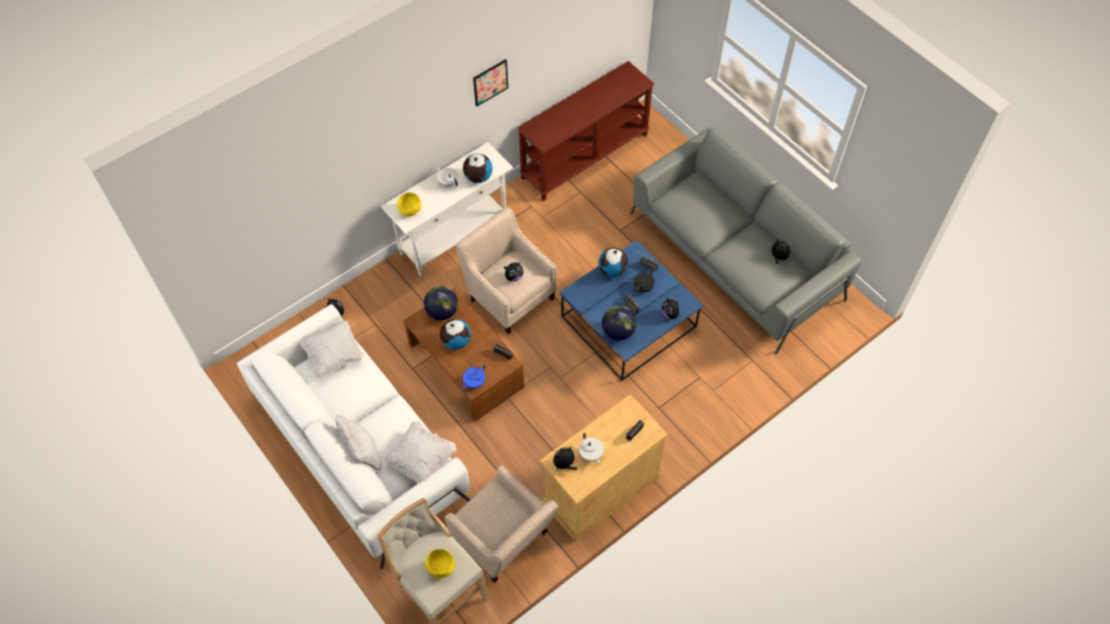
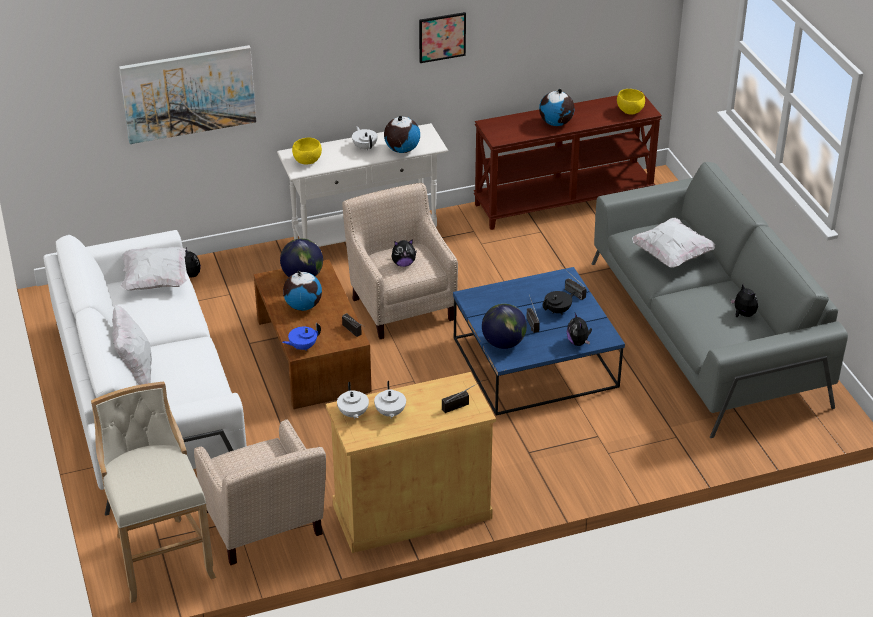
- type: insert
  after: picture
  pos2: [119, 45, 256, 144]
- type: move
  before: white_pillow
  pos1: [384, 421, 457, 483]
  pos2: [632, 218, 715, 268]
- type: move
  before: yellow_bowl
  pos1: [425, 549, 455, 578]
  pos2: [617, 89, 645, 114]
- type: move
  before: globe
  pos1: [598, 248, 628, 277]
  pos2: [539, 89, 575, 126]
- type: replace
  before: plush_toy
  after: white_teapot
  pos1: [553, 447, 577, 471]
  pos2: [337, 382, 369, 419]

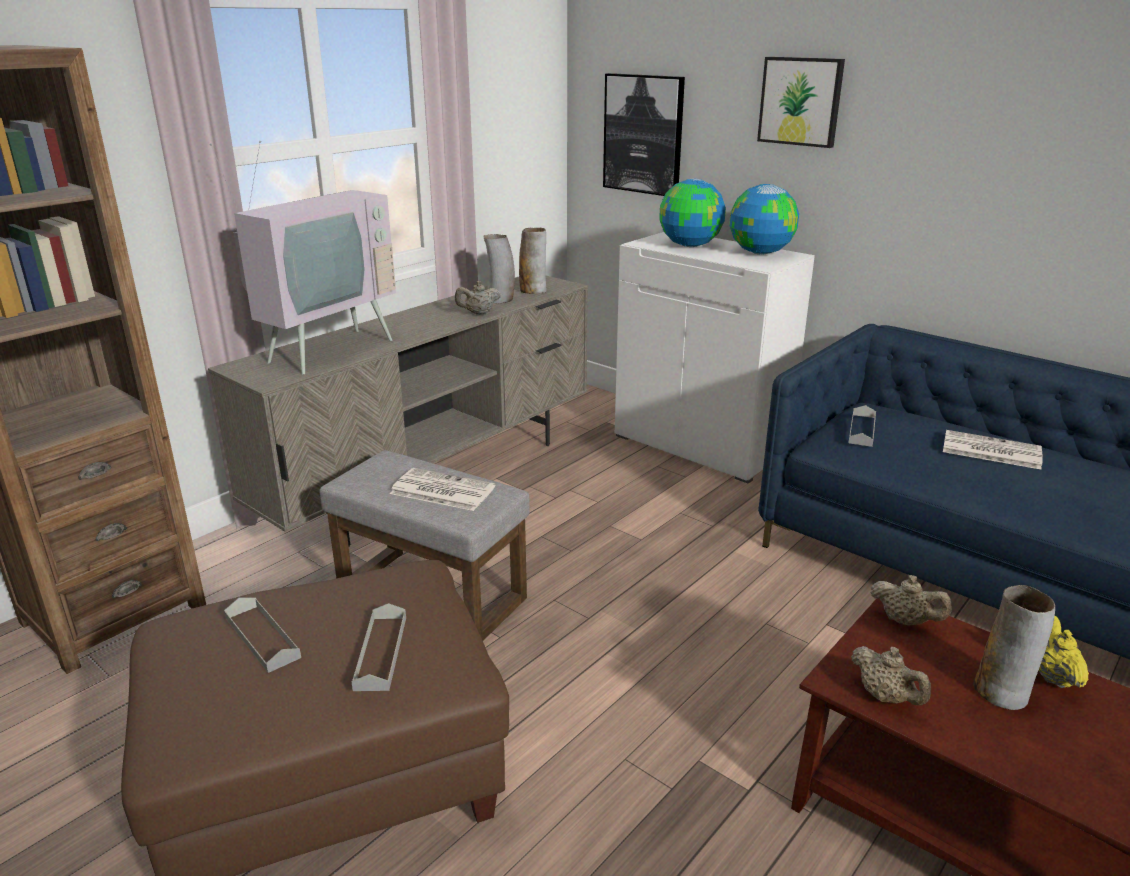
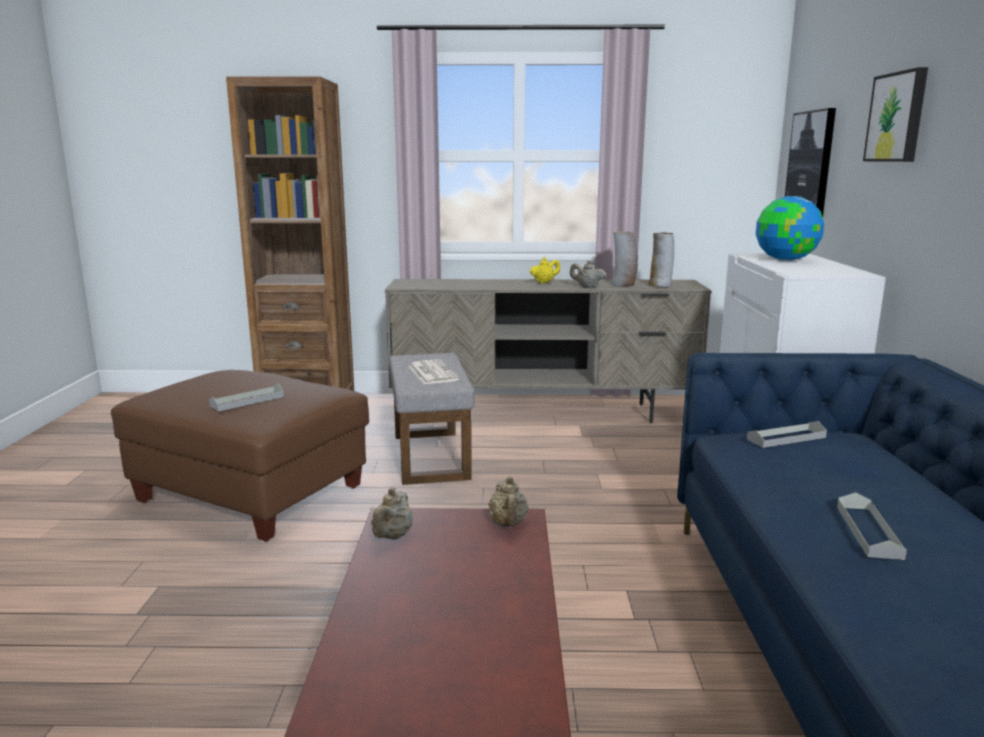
- type: delete
  before: television
  pos1: [210, 141, 396, 374]
- type: delete
  before: globe
  pos1: [729, 184, 799, 255]
- type: delete
  before: newspaper
  pos1: [943, 430, 1043, 470]
- type: delete
  before: vase
  pos1: [973, 585, 1055, 710]
- type: move
  before: grey_tray
  pos1: [224, 597, 301, 673]
  pos2: [837, 492, 907, 560]
- type: move
  before: yellow_teapot
  pos1: [1039, 616, 1089, 688]
  pos2: [530, 257, 560, 284]

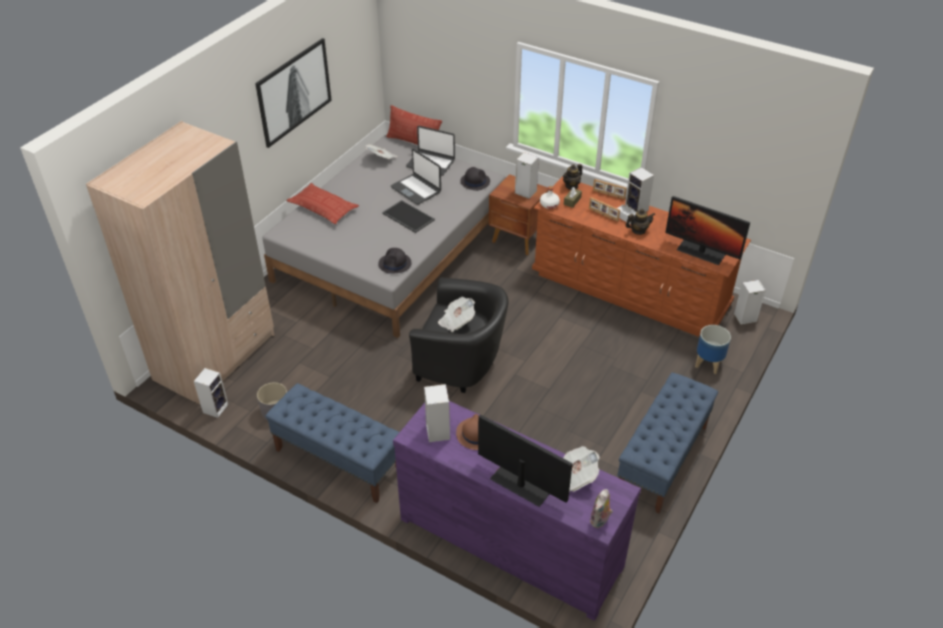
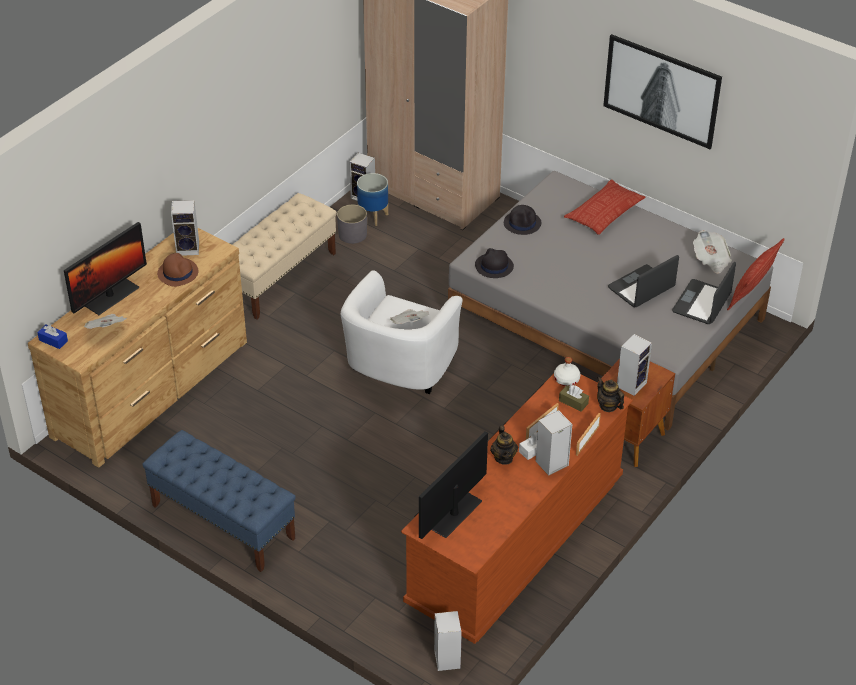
- type: delete
  before: tray
  pos1: [382, 200, 435, 233]
- type: move
  before: black_hat
  pos1: [460, 167, 490, 191]
  pos2: [504, 205, 541, 235]
- type: move
  before: planter
  pos1: [695, 325, 731, 374]
  pos2: [357, 173, 388, 226]
- type: replace
  before: plush_toy
  after: blue_tissue_box
  pos1: [589, 489, 613, 528]
  pos2: [37, 324, 68, 349]
- type: recolor
  before: blue_bench
  after: beige_bench
  pos1: [265, 383, 399, 503]
  pos2: [232, 193, 337, 320]
- type: recolor
  before: purple_dresser
  after: brown_dresser
  pos1: [393, 401, 641, 621]
  pos2: [28, 228, 247, 468]
- type: recolor
  before: black_armchair
  after: white_armchair
  pos1: [409, 278, 508, 393]
  pos2: [341, 270, 463, 394]

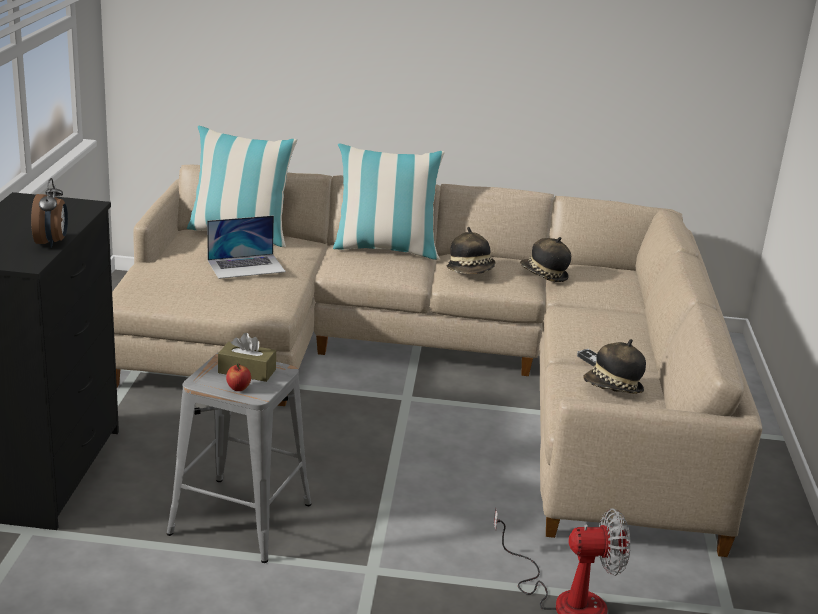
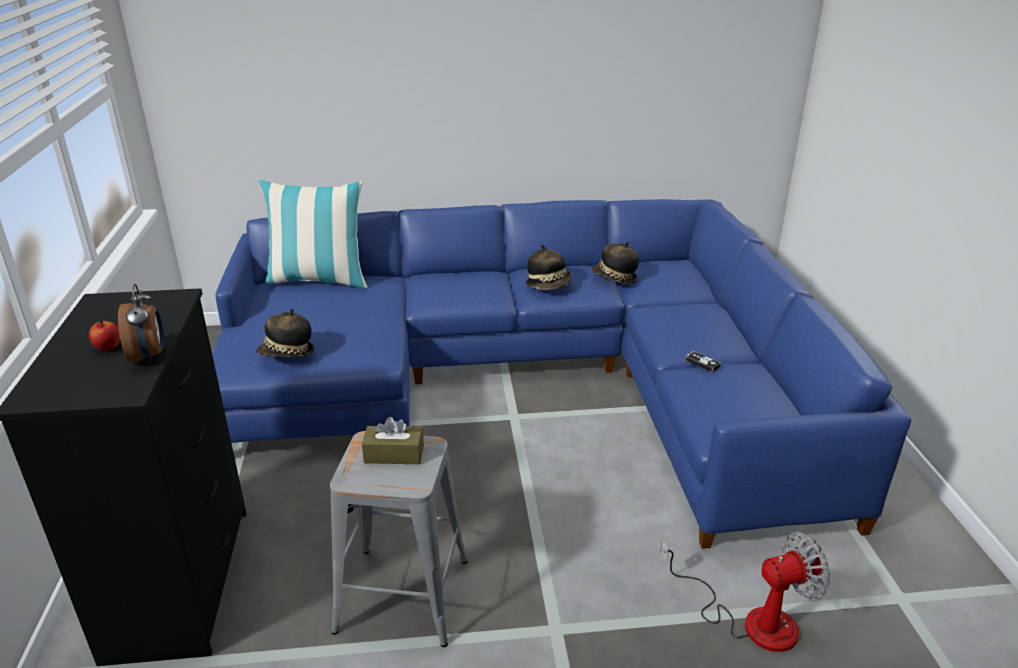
- type: delete
  before: laptop
  pos1: [207, 215, 286, 279]
- type: delete
  before: pillow
  pos1: [333, 143, 445, 260]
- type: move
  before: apple
  pos1: [226, 363, 251, 391]
  pos2: [89, 319, 120, 351]
- type: move
  before: hat
  pos1: [583, 339, 646, 394]
  pos2: [257, 308, 314, 358]
- type: recolor
  before: beige_sofa
  after: blue_sofa
  pos1: [112, 165, 762, 557]
  pos2: [212, 199, 911, 549]

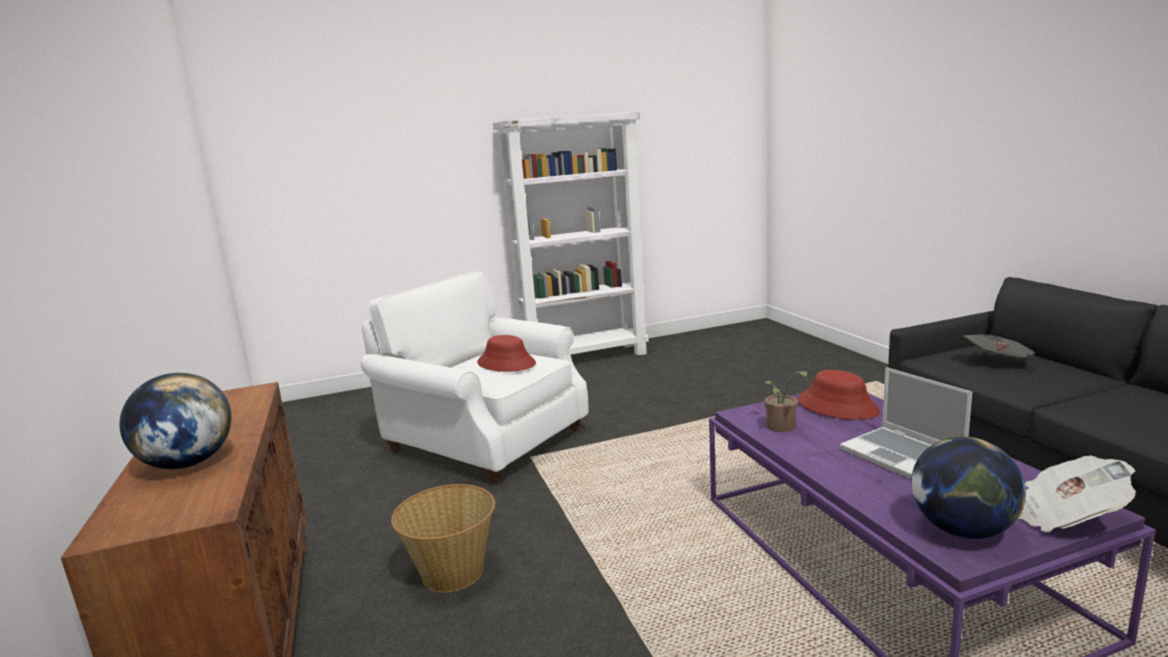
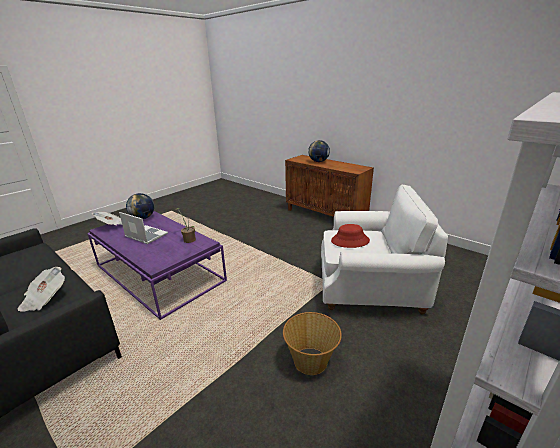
- type: delete
  before: red_hat
  pos1: [798, 370, 880, 420]
- type: move
  before: basket
  pos1: [391, 484, 495, 593]
  pos2: [283, 312, 342, 375]

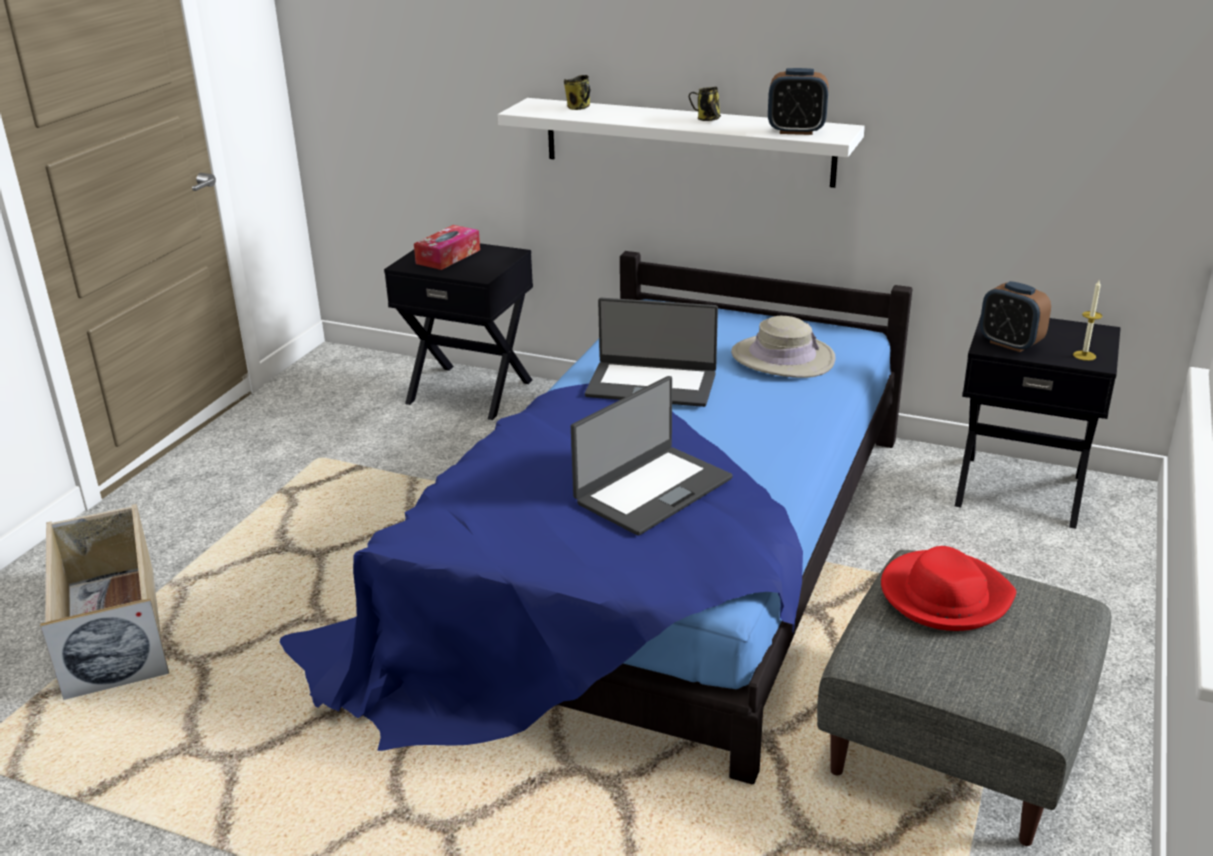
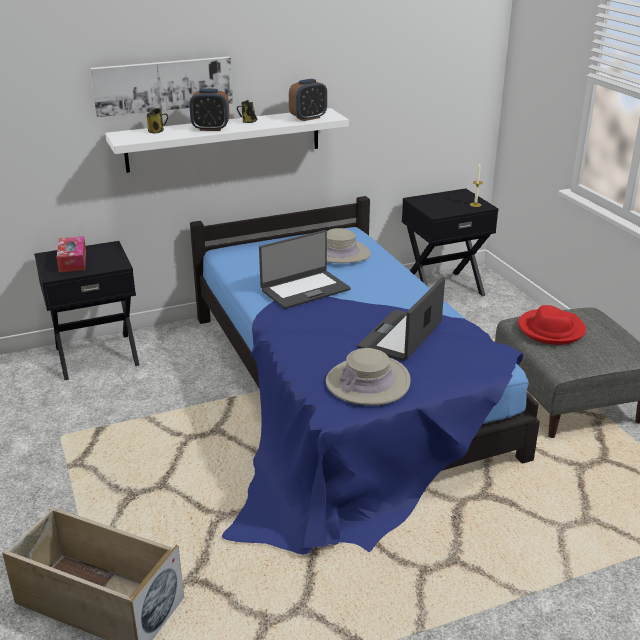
- type: insert
  after: picture
  pos2: [90, 56, 233, 117]
- type: insert
  after: beige_hat
  pos2: [326, 348, 411, 406]
- type: move
  before: alarm_clock
  pos1: [980, 281, 1051, 352]
  pos2: [189, 89, 230, 131]
- type: rotate
  before: laptop
  pos1: [571, 376, 733, 536]
  pos2: [357, 277, 445, 361]
  turn: -150

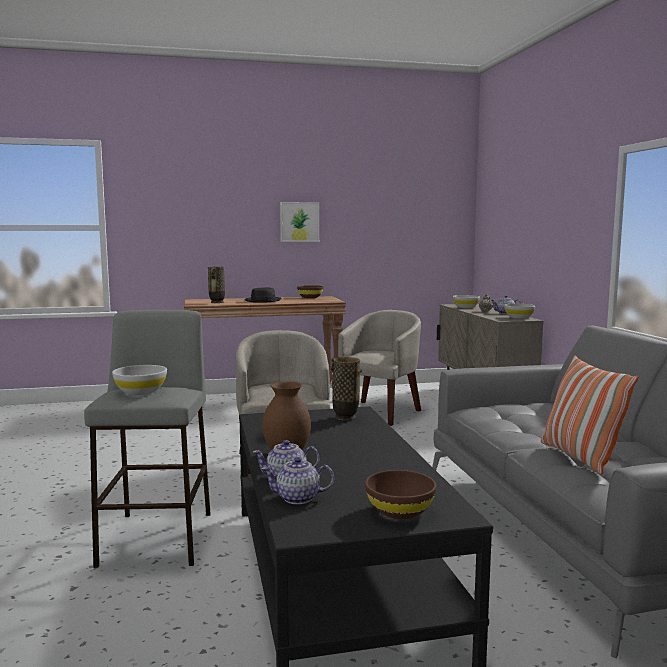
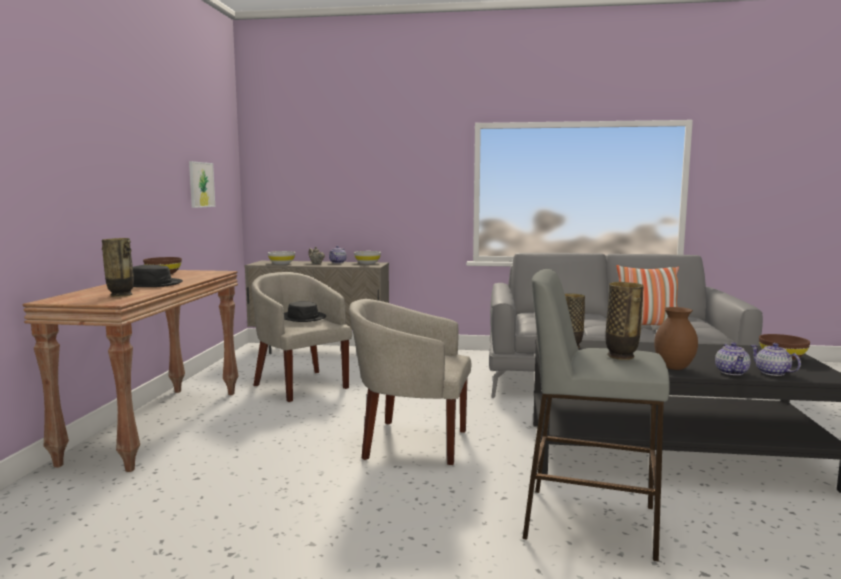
- type: insert
  after: black_hat
  pos2: [284, 301, 326, 322]
- type: move
  before: picture
  pos1: [280, 202, 319, 242]
  pos2: [189, 161, 215, 208]
- type: replace
  before: white_bowl
  after: vase
  pos1: [112, 365, 167, 395]
  pos2: [606, 282, 644, 360]
- type: rotate
  before: teapot
  pos1: [262, 457, 334, 504]
  pos2: [750, 343, 801, 376]
  turn: 135

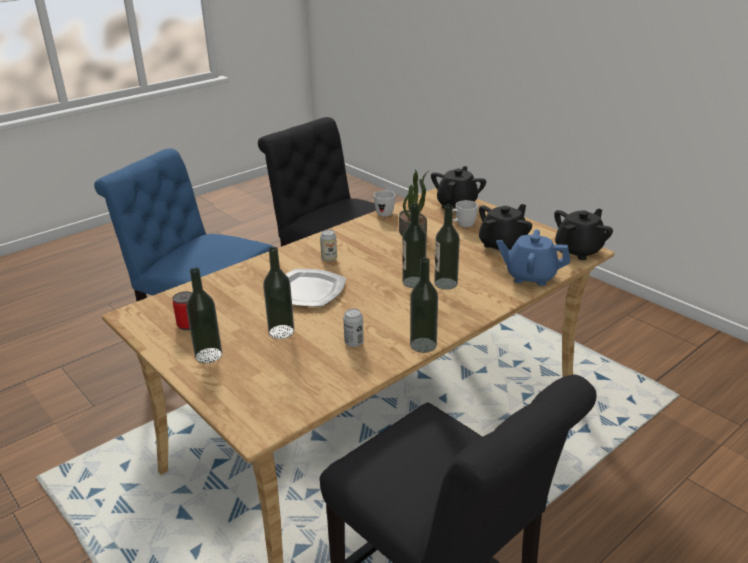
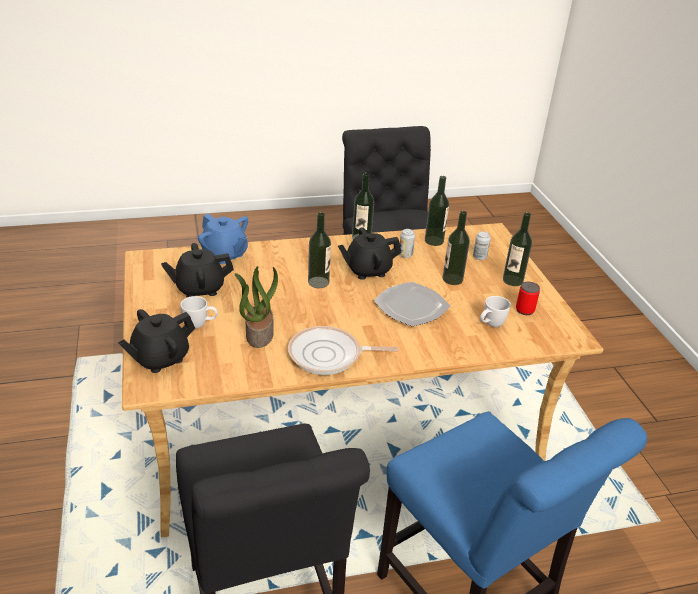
- type: insert
  after: frying_pan
  pos2: [288, 326, 399, 375]
- type: move
  before: can
  pos1: [320, 230, 337, 262]
  pos2: [473, 231, 491, 260]
- type: move
  before: white_mug
  pos1: [374, 191, 395, 217]
  pos2: [480, 296, 511, 327]
- type: move
  before: bottle
  pos1: [434, 204, 460, 290]
  pos2: [425, 176, 449, 246]
- type: move
  before: black_teapot
  pos1: [554, 208, 613, 260]
  pos2: [338, 227, 401, 280]

